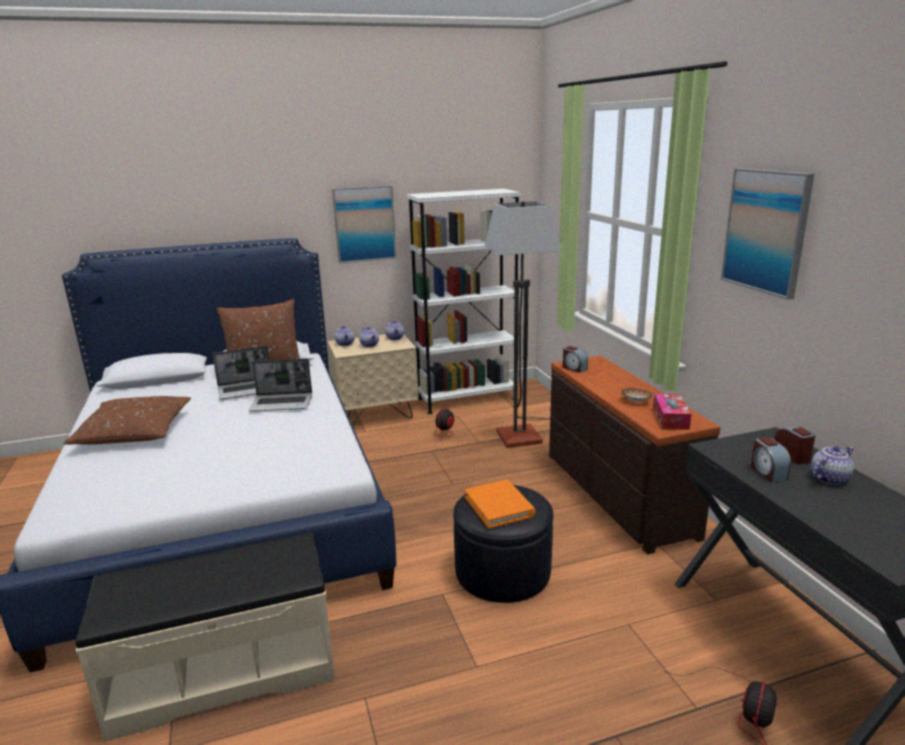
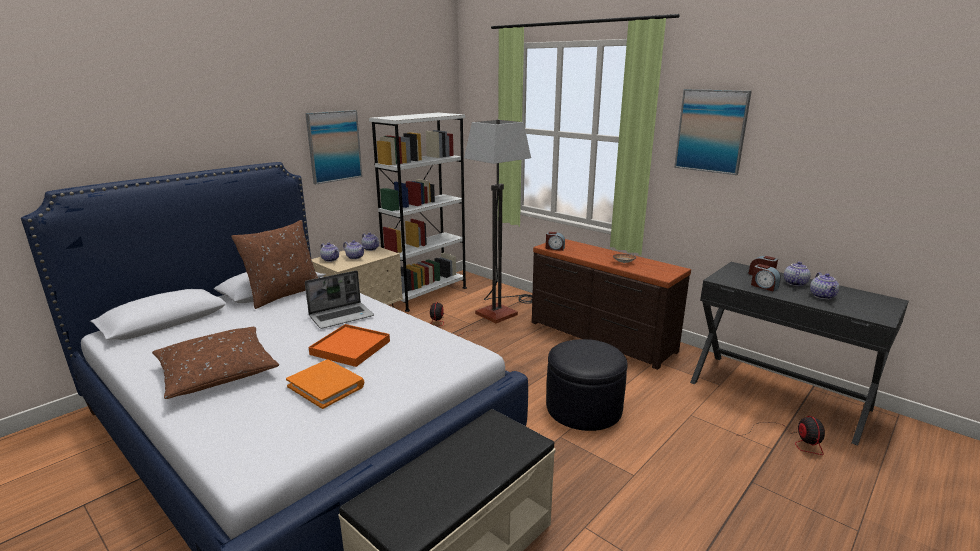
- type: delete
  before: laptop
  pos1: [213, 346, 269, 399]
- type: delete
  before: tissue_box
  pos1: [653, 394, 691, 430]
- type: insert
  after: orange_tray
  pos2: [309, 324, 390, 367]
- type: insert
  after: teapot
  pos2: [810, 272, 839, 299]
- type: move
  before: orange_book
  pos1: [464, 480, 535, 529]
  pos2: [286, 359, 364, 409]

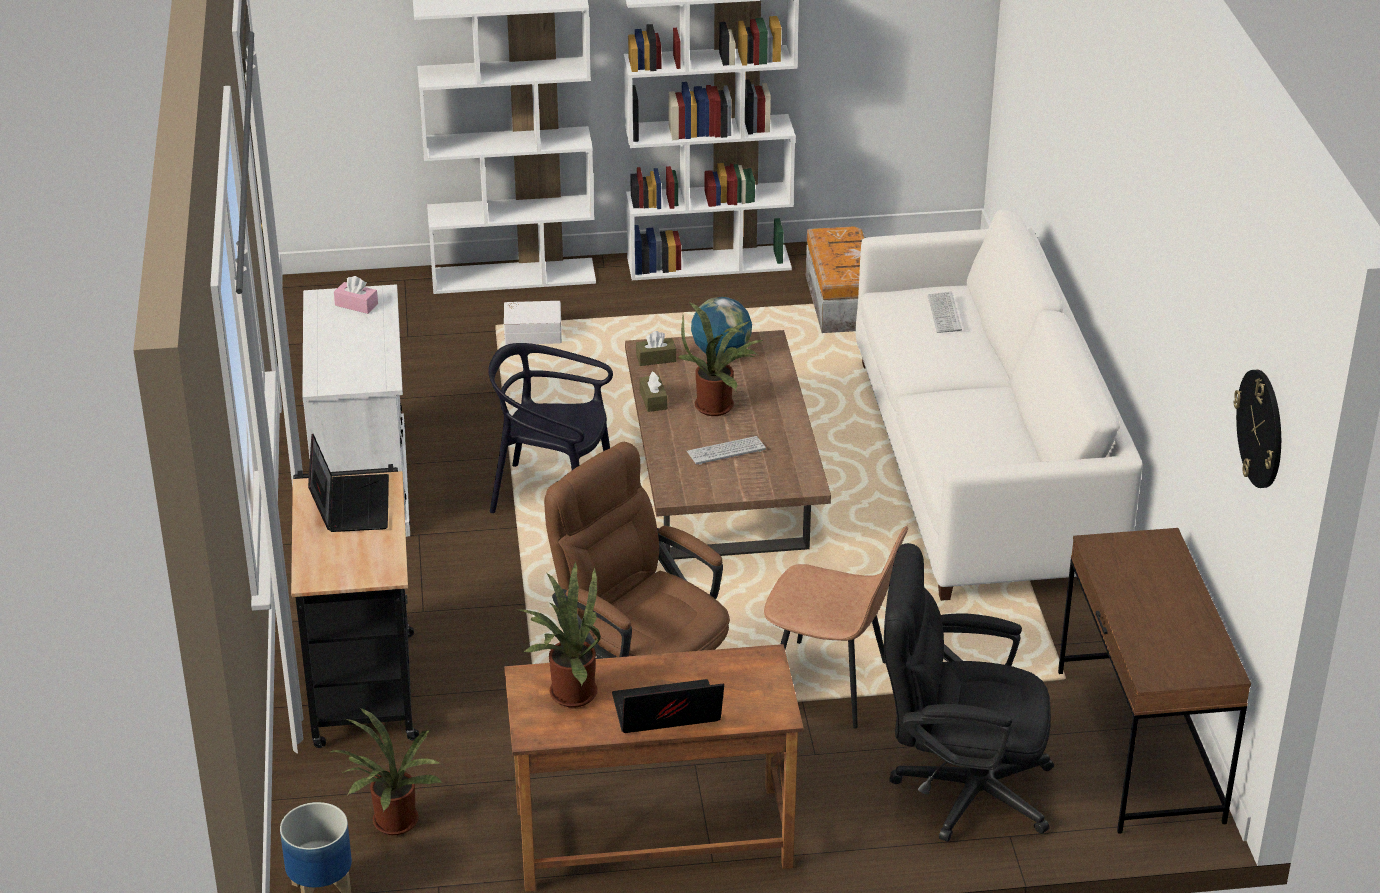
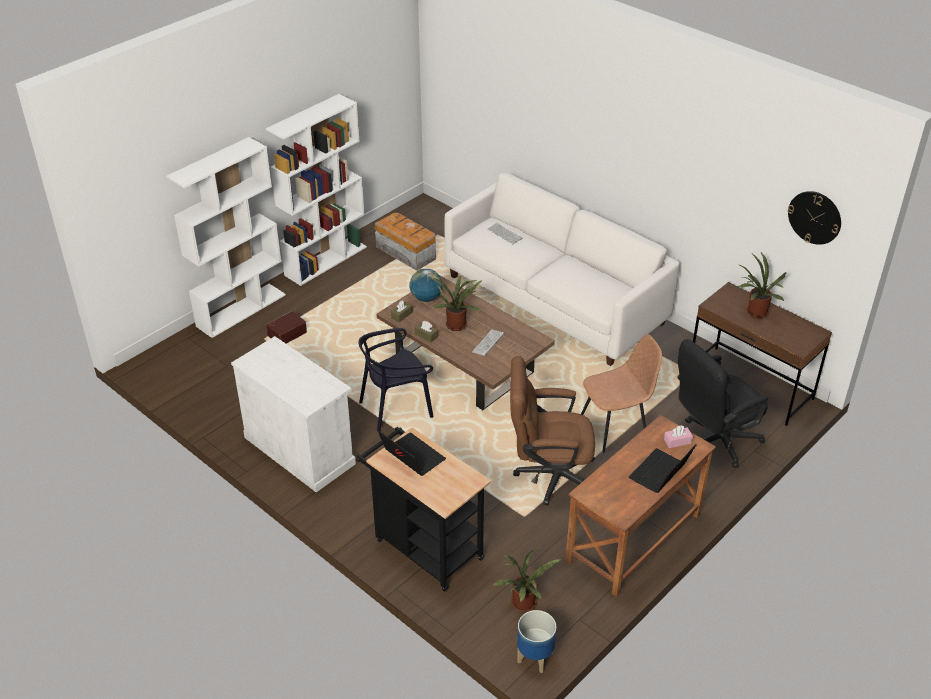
- type: move
  before: pink_tissue_box
  pos1: [334, 276, 378, 314]
  pos2: [664, 425, 693, 448]
- type: move
  before: potted_plant
  pos1: [517, 562, 601, 708]
  pos2: [739, 251, 787, 318]
- type: recolor
  before: white_storage_box
  after: brown_storage_box
  pos1: [504, 301, 562, 345]
  pos2: [266, 311, 307, 344]

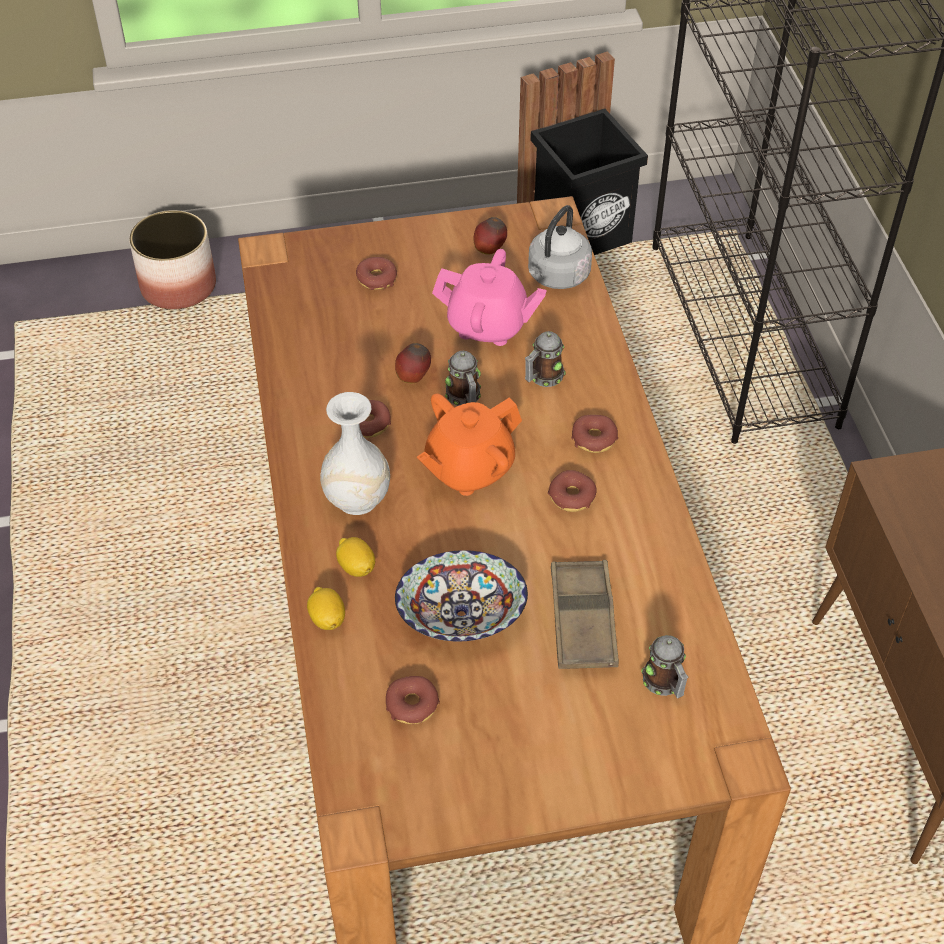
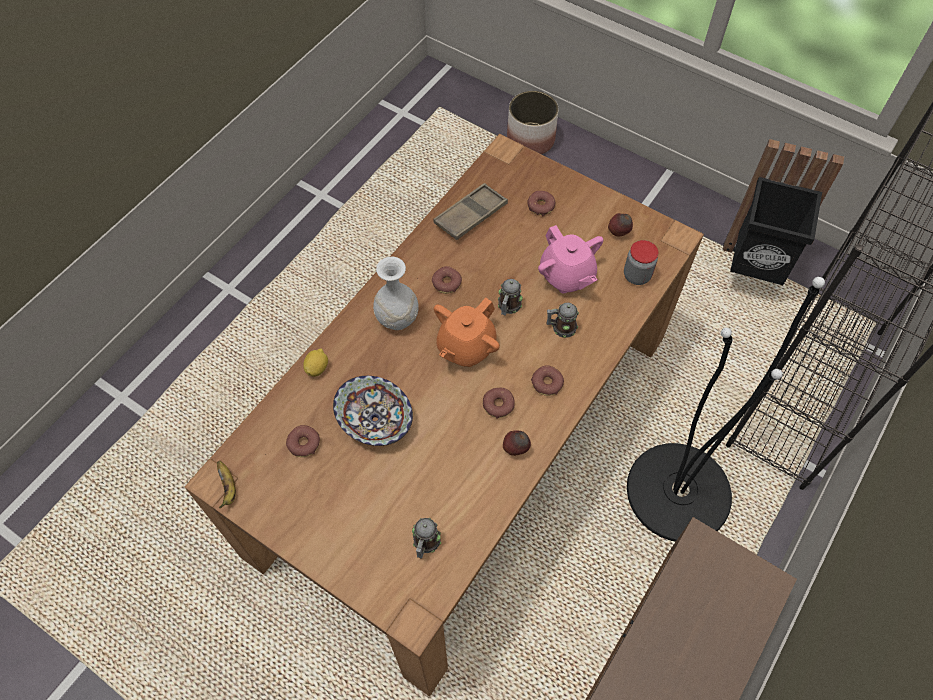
- type: delete
  before: lemon
  pos1: [336, 537, 375, 577]
- type: insert
  after: banana
  pos2: [217, 461, 236, 508]
- type: insert
  after: black_floor_lamp
  pos2: [627, 277, 825, 542]
- type: move
  before: apple
  pos1: [395, 343, 431, 383]
  pos2: [503, 430, 531, 456]
- type: move
  before: brown_tray
  pos1: [551, 560, 619, 669]
  pos2: [433, 183, 508, 240]
- type: replace
  before: grey_kettle
  after: jar
  pos1: [528, 205, 592, 289]
  pos2: [624, 240, 658, 285]
- type: rotate
  before: orange_teapot
  pos1: [417, 393, 522, 496]
  pos2: [434, 298, 500, 367]
  turn: -60

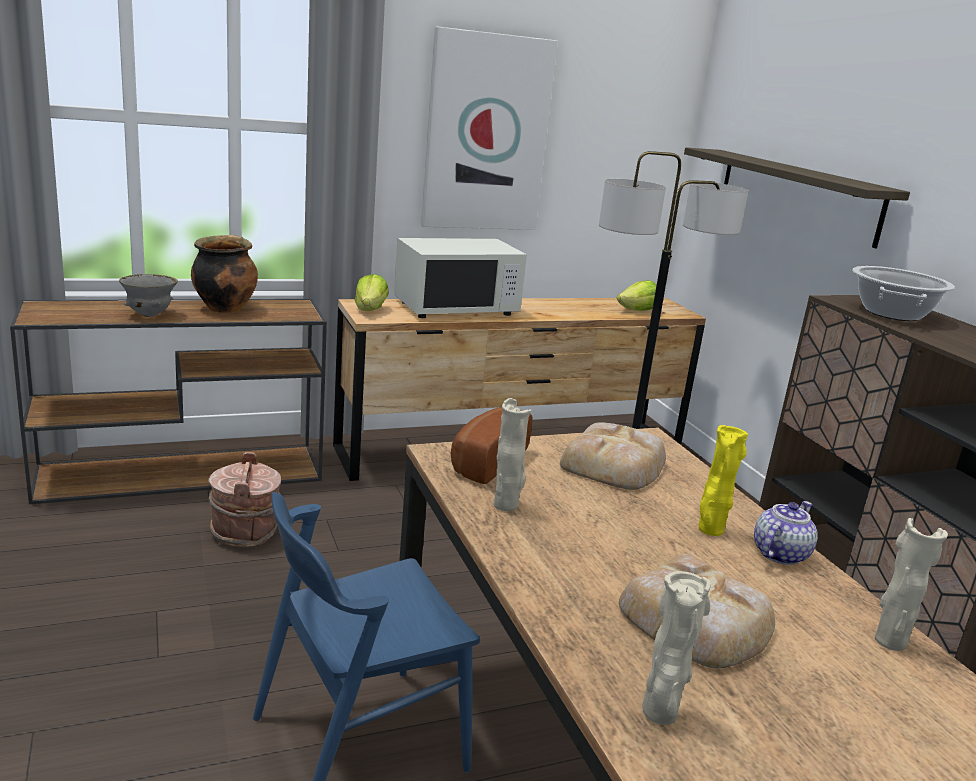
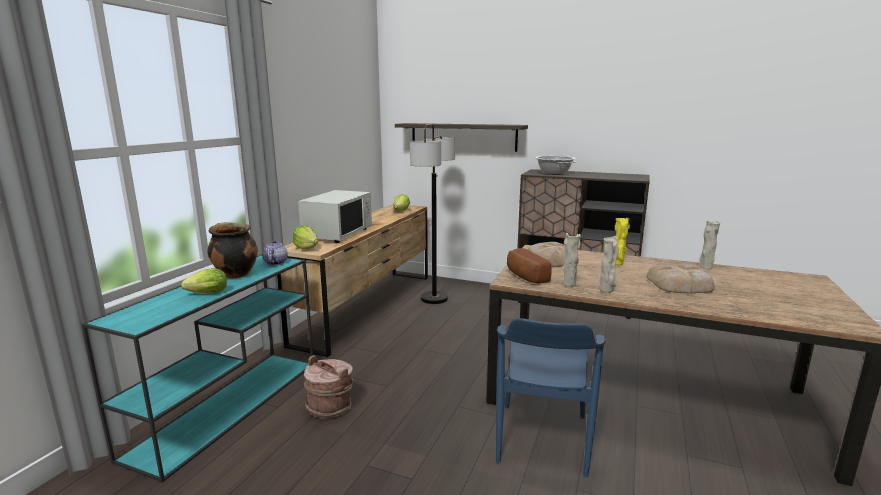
- type: delete
  before: picture
  pos1: [421, 26, 558, 230]
- type: move
  before: beige_vase
  pos1: [642, 571, 711, 725]
  pos2: [599, 236, 619, 293]
- type: move
  before: teapot
  pos1: [754, 501, 818, 565]
  pos2: [262, 240, 288, 265]
- type: replace
  before: grey_bowl
  after: lettuce
  pos1: [119, 274, 178, 317]
  pos2: [181, 268, 227, 293]
- type: recolor
  before: brown_console_table
  after: turquoise_console_table
  pos1: [10, 299, 327, 504]
  pos2: [81, 254, 313, 483]

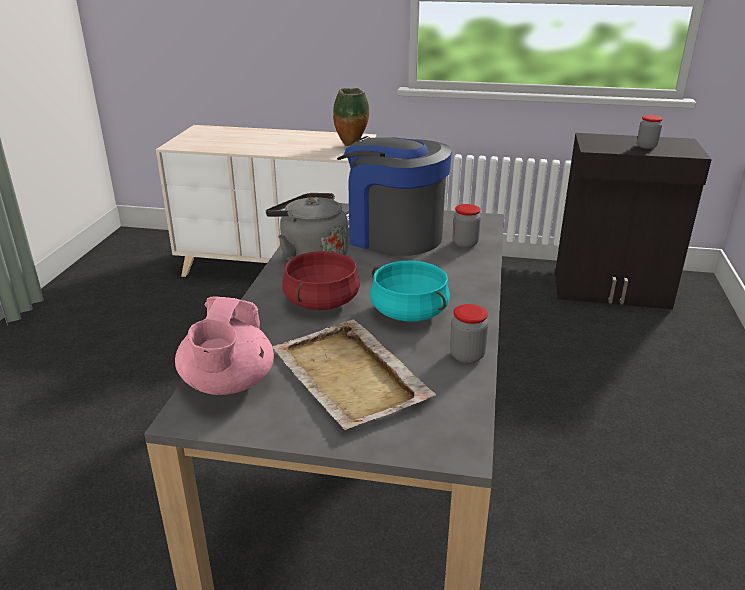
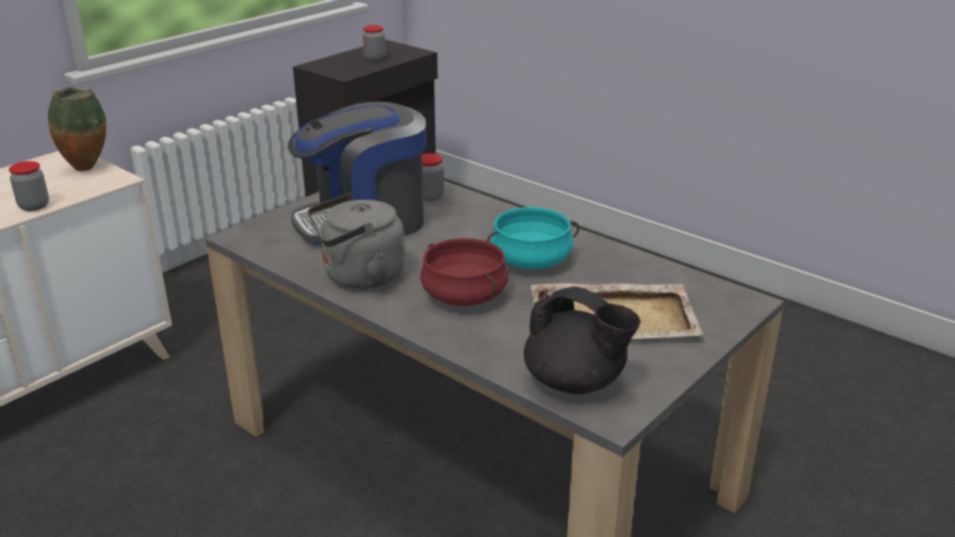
- type: move
  before: jar
  pos1: [450, 304, 488, 363]
  pos2: [9, 161, 49, 211]
- type: recolor
  before: pink_teapot
  after: black_teapot
  pos1: [175, 297, 274, 395]
  pos2: [524, 287, 641, 394]

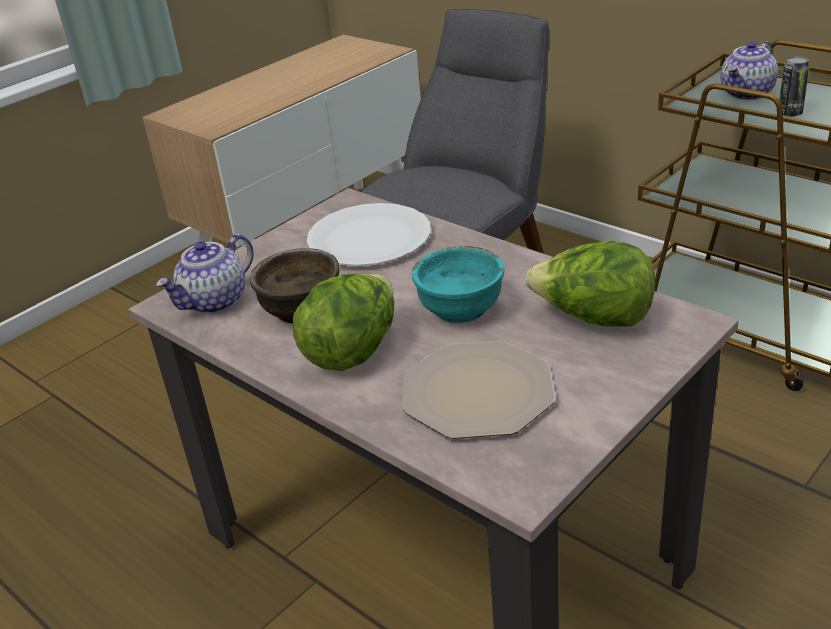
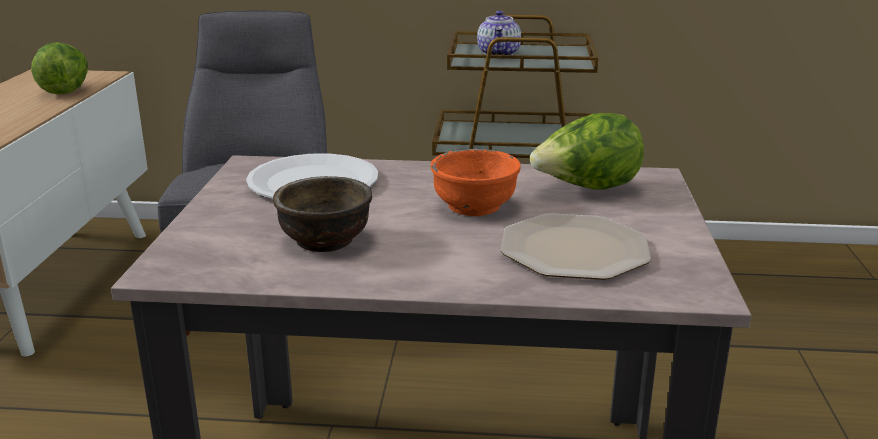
- type: delete
  before: teapot
  pos1: [156, 234, 254, 314]
- type: delete
  before: can
  pos1: [779, 56, 810, 117]
- type: move
  before: lettuce
  pos1: [293, 274, 394, 371]
  pos2: [31, 42, 88, 95]
- type: recolor
  before: turquoise_bowl
  after: orange_bowl
  pos1: [412, 246, 504, 323]
  pos2: [431, 149, 521, 216]

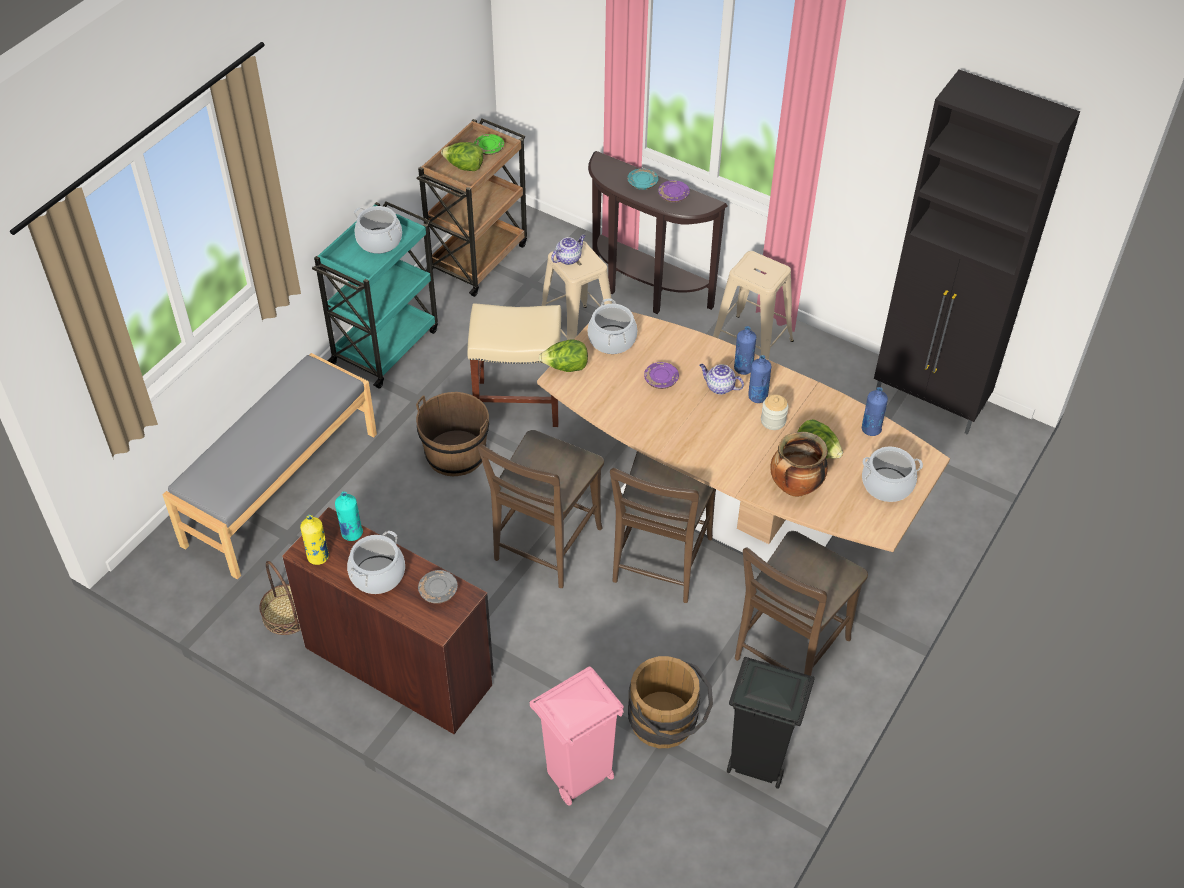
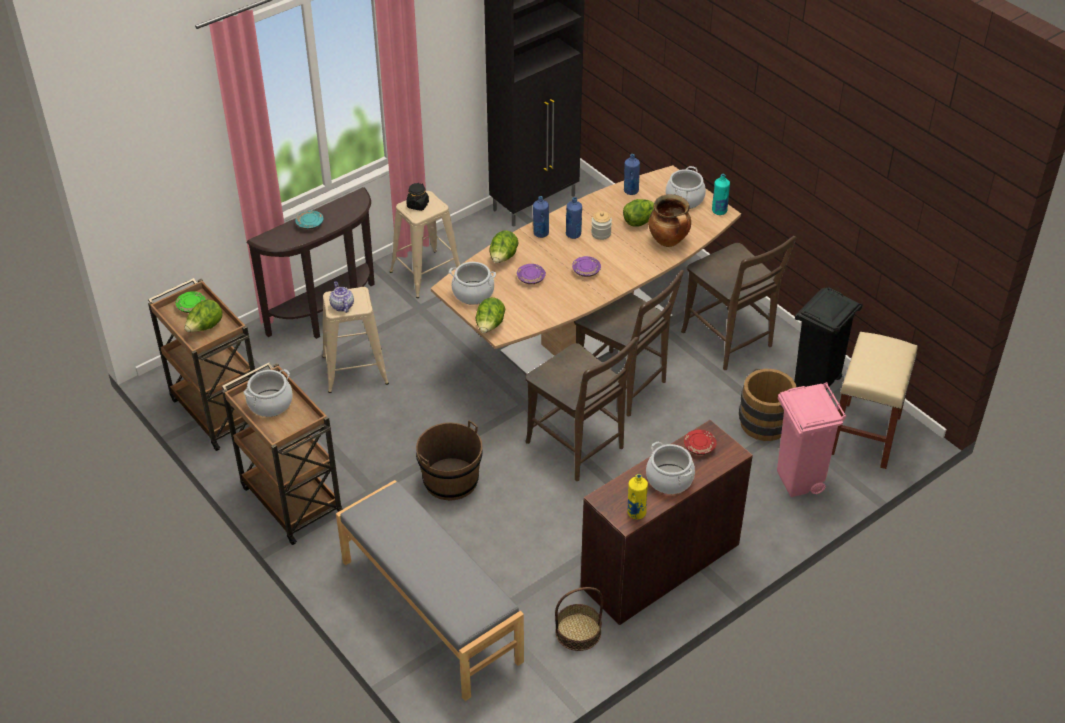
- type: delete
  before: teapot
  pos1: [699, 364, 744, 395]
- type: insert
  after: black_jar
  pos2: [406, 183, 429, 211]
- type: insert
  after: lettuce
  pos2: [489, 231, 519, 263]
- type: move
  before: turquoise_bottle
  pos1: [335, 492, 363, 541]
  pos2: [712, 174, 730, 215]
- type: move
  before: beige_stool
  pos1: [467, 303, 561, 427]
  pos2: [832, 332, 918, 469]
- type: move
  before: purple_plate
  pos1: [658, 180, 690, 202]
  pos2: [572, 256, 601, 277]
- type: recolor
  before: turquoise_cart
  after: brown_cart
  pos1: [312, 201, 438, 389]
  pos2: [222, 363, 343, 545]
- type: recolor
  before: grey_plate
  after: red_plate
  pos1: [418, 570, 458, 604]
  pos2: [684, 430, 717, 455]

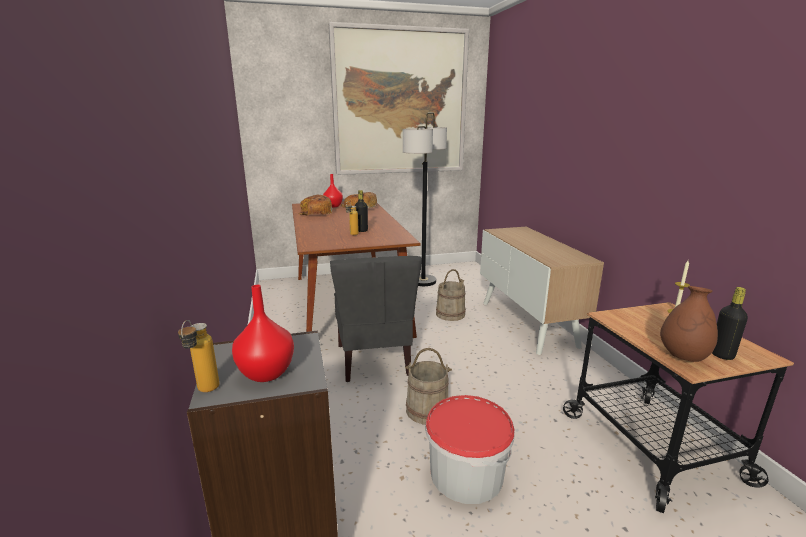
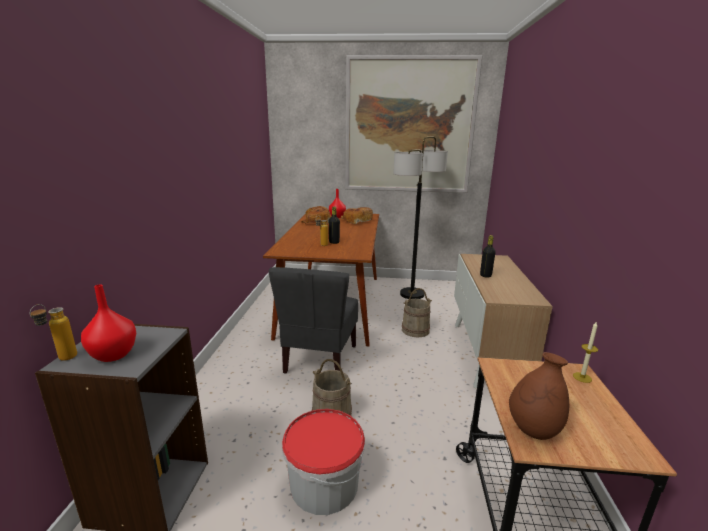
- type: move
  before: black_bottle
  pos1: [712, 287, 748, 360]
  pos2: [480, 235, 496, 278]

